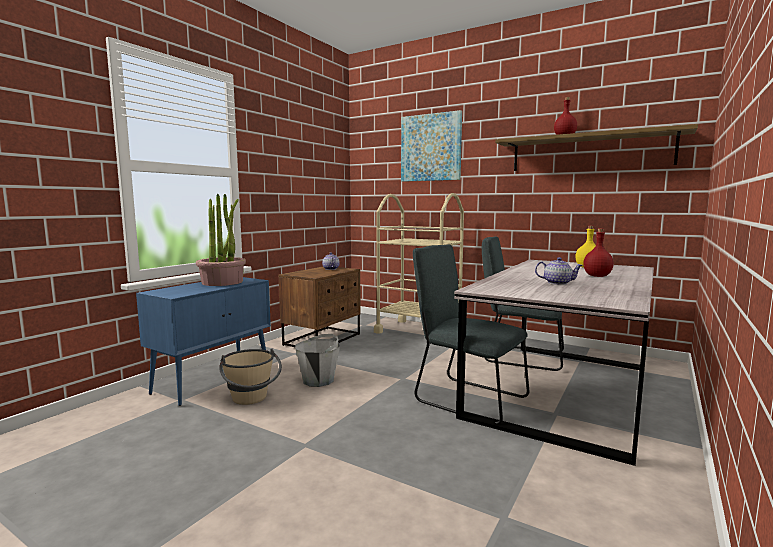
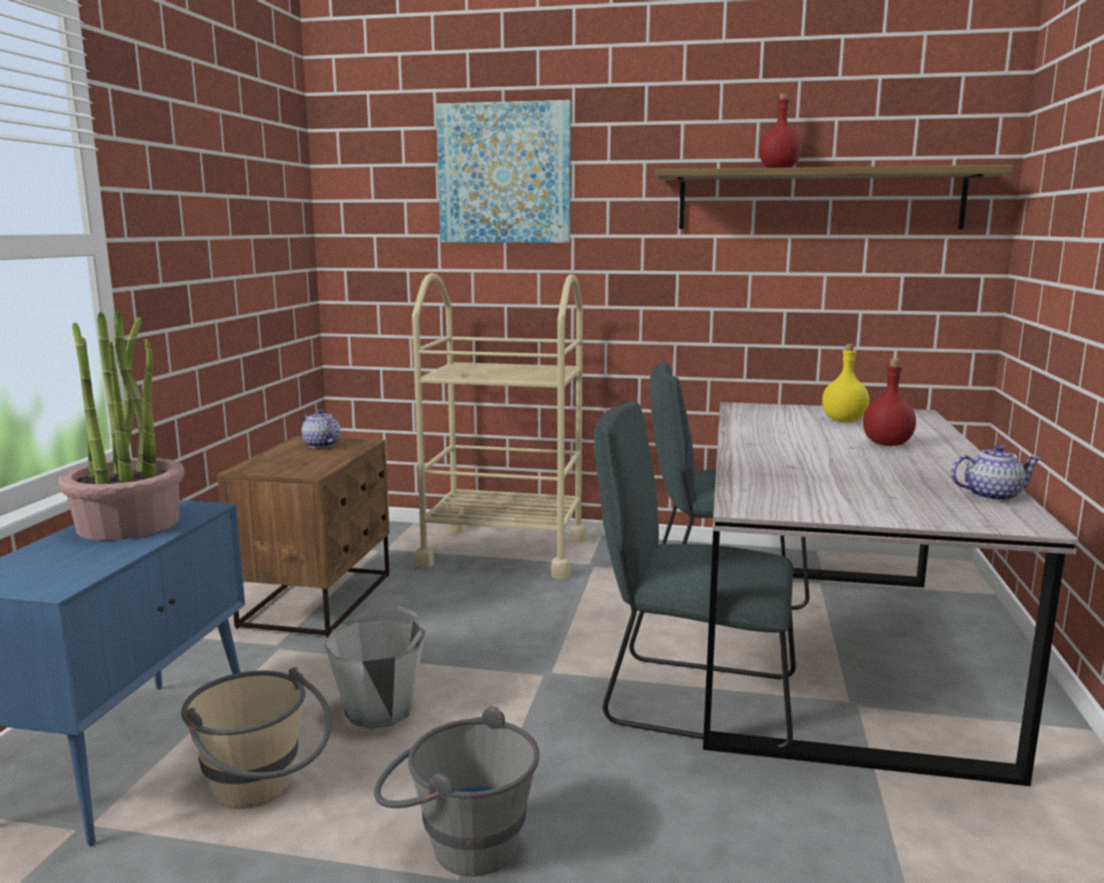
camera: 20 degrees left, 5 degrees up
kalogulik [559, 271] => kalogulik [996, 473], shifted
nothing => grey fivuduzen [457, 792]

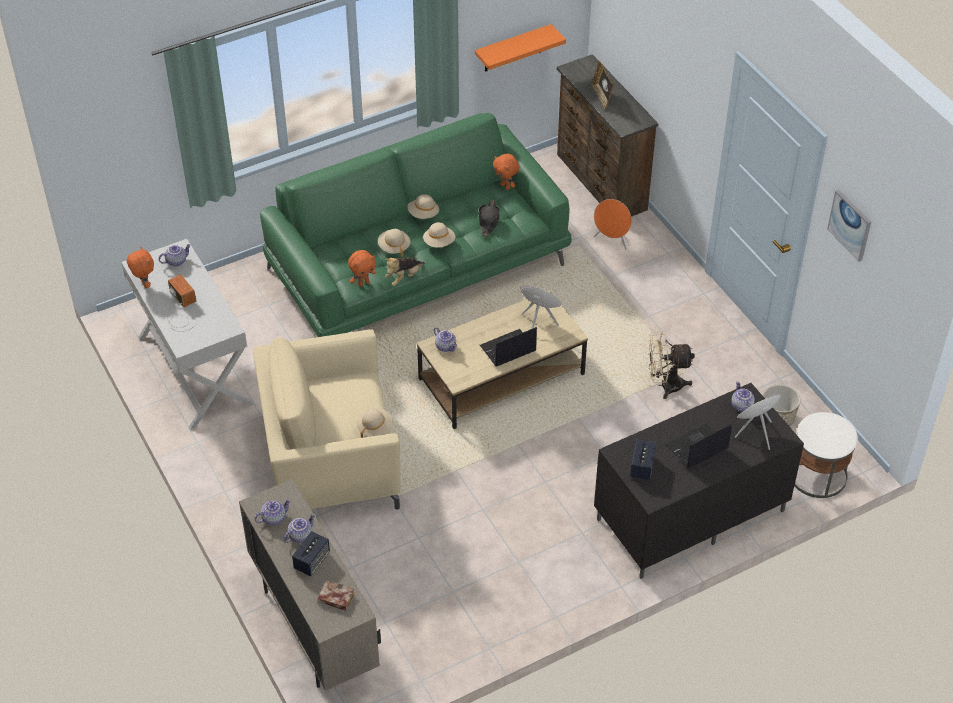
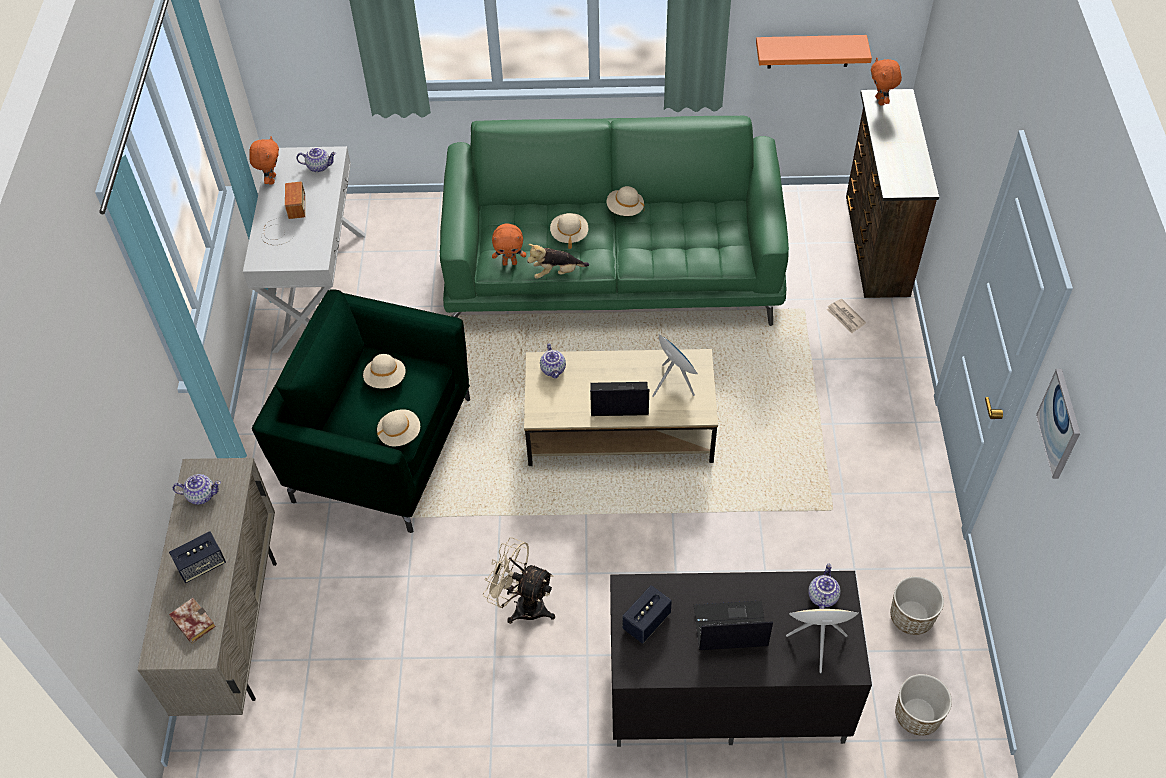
camera: 30 degrees right, 5 degrees up
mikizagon [602, 85] => nothing
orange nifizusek [506, 172] => orange nifizusek [886, 81], shifted
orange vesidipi [612, 224] => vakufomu [846, 316]
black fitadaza [489, 218] => nothing
beige fitadaza [439, 234] => beige fitadaza [384, 371], shifted
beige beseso [327, 419] => green beseso [361, 411]
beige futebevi [671, 365] => beige futebevi [519, 580], shifted
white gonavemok [826, 455] => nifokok [923, 705]
kalogulik [299, 528] => nothing

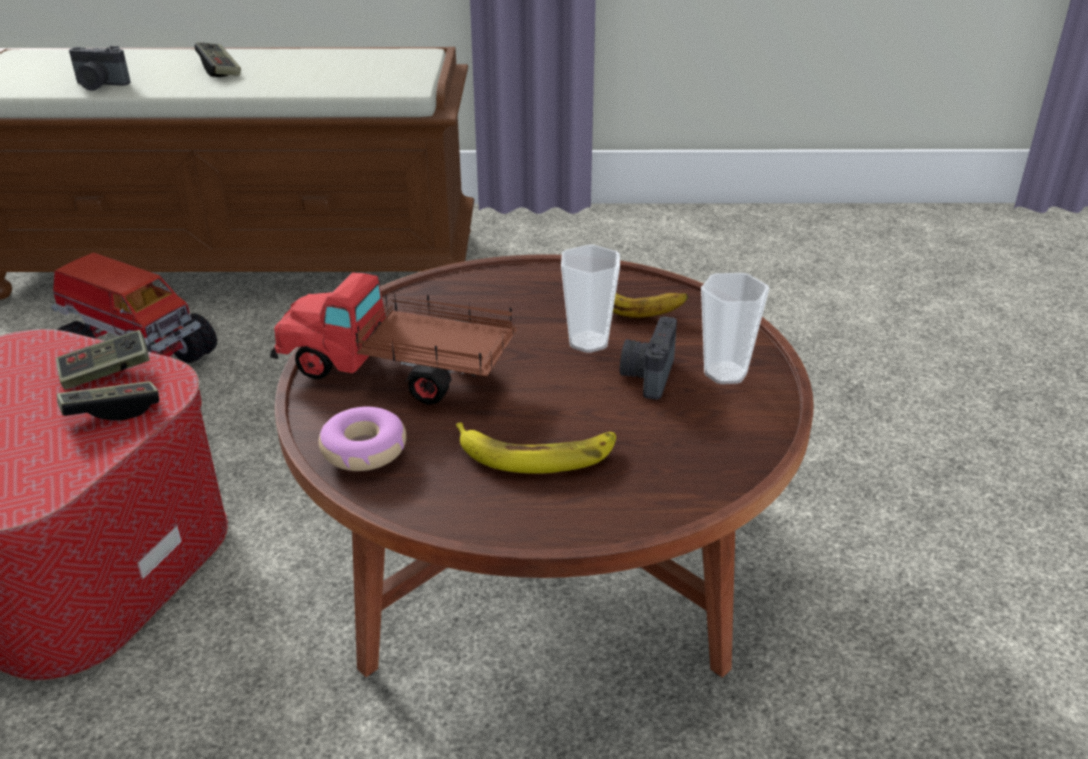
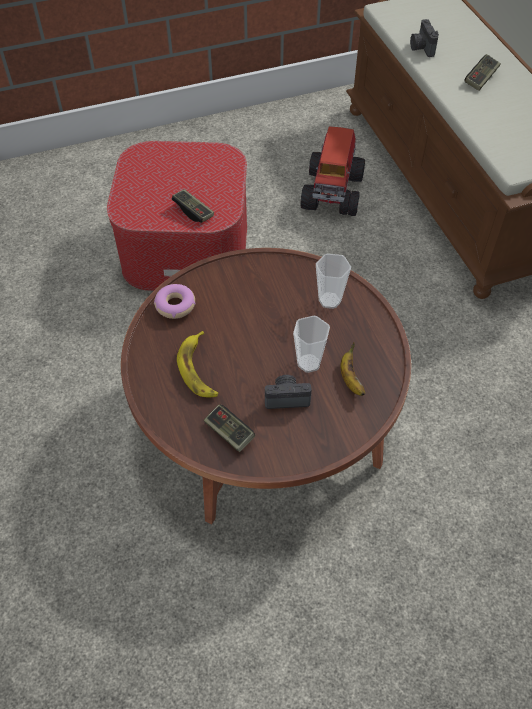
camera: 70 degrees right, 20 degrees up
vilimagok [393, 339] => nothing
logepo [735, 328] => logepo [333, 281], shifted
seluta [103, 360] => seluta [229, 428], shifted

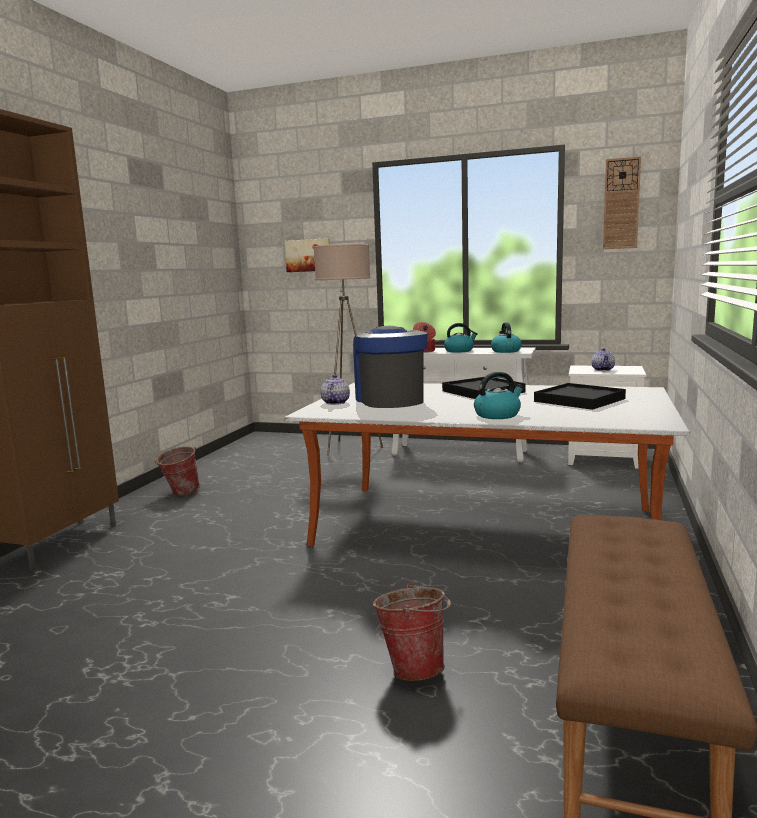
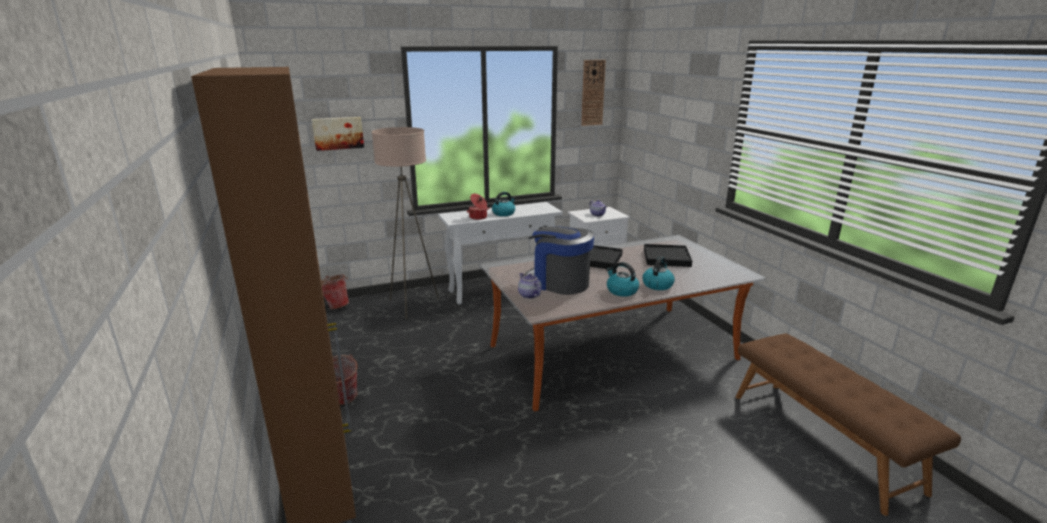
camera: 40 degrees left, 10 degrees up
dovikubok [506, 337] => dovikubok [622, 279], shifted
fivuduzen [412, 631] => fivuduzen [335, 292], shifted

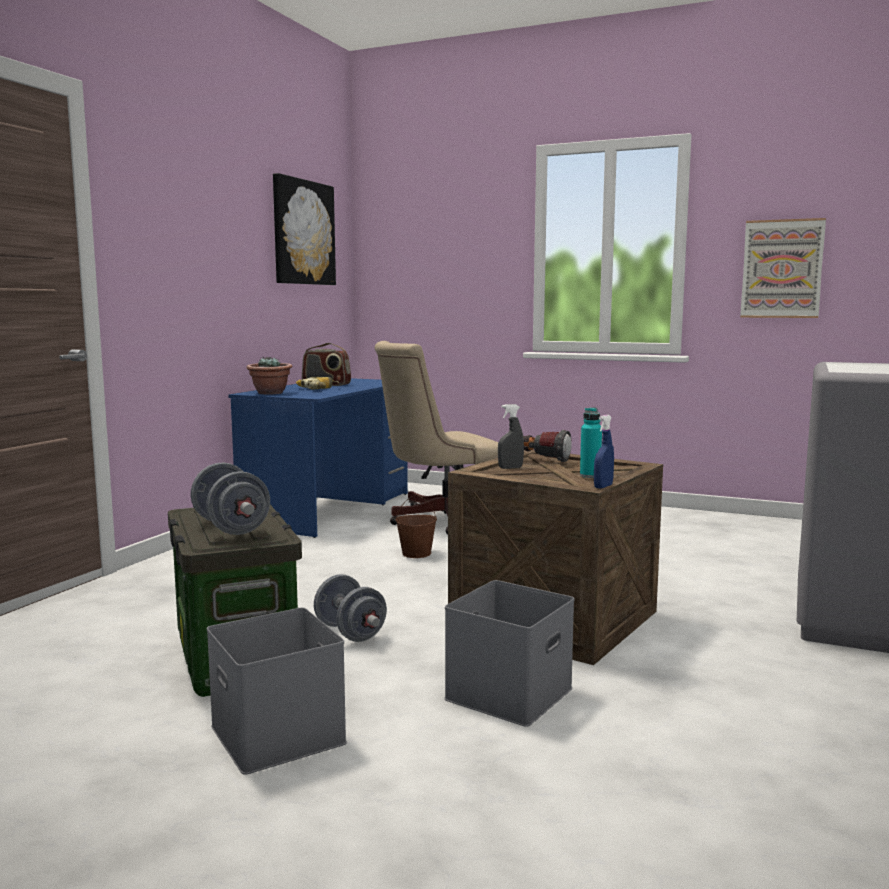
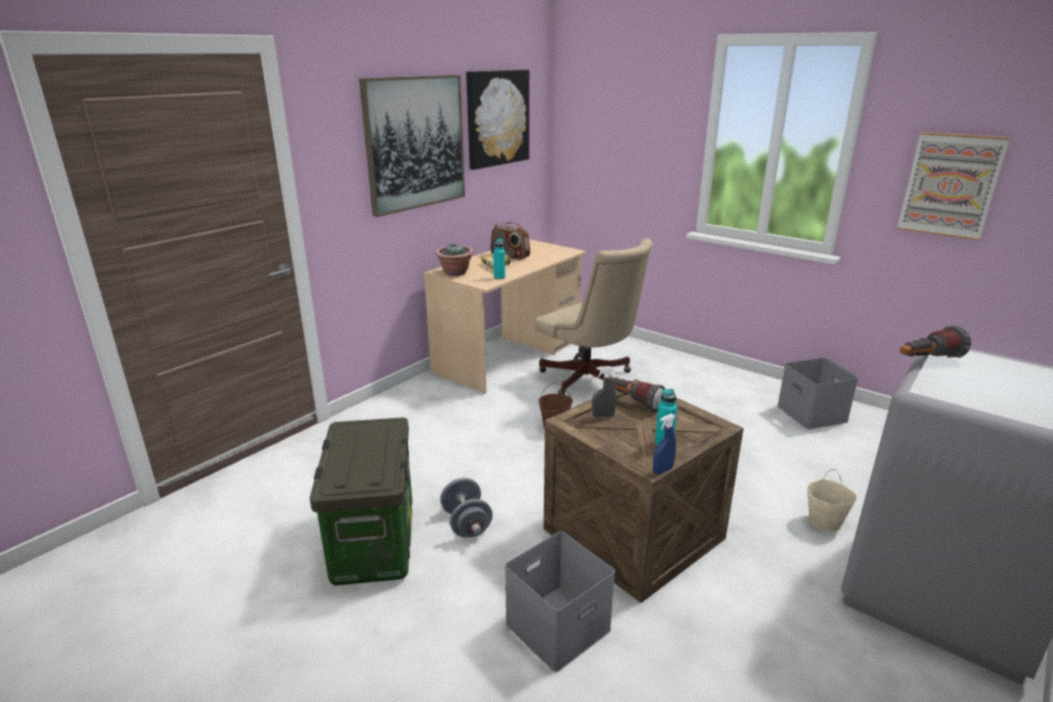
camera: 15 degrees right, 15 degrees up
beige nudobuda [436, 437] => beige nudobuda [594, 316], 120 degrees counterclockwise
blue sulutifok [318, 458] => beige sulutifok [504, 316]
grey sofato [230, 499] => nothing
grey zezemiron [277, 691] => grey zezemiron [817, 393], shifted
nothing => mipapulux [412, 146]
nothing => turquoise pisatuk [499, 259]
nothing => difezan [935, 342]
nothing => beige fivuduzen [832, 500]

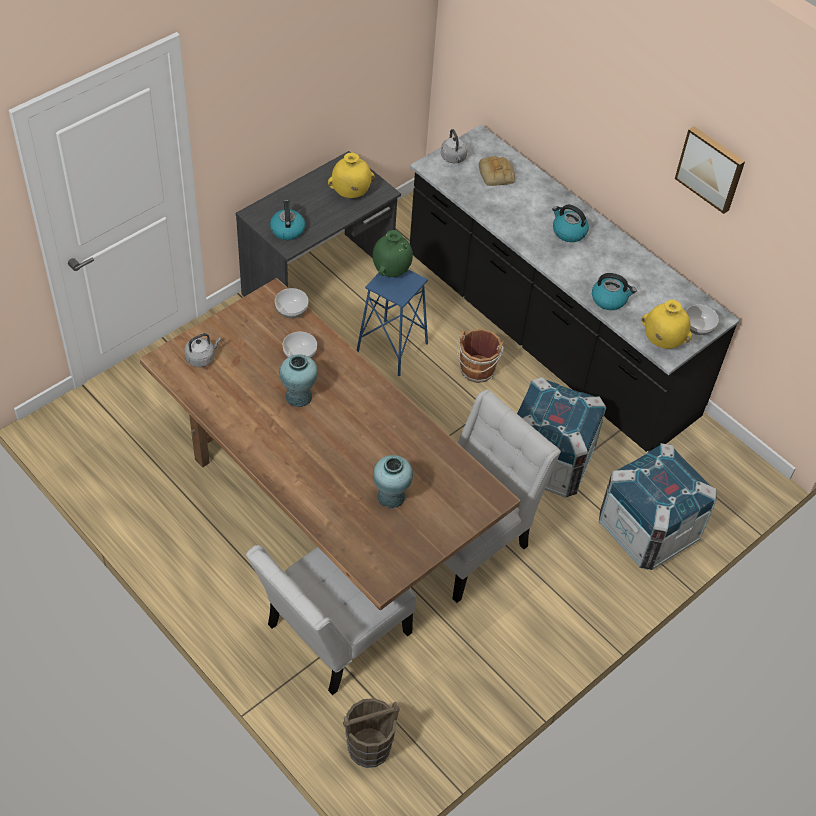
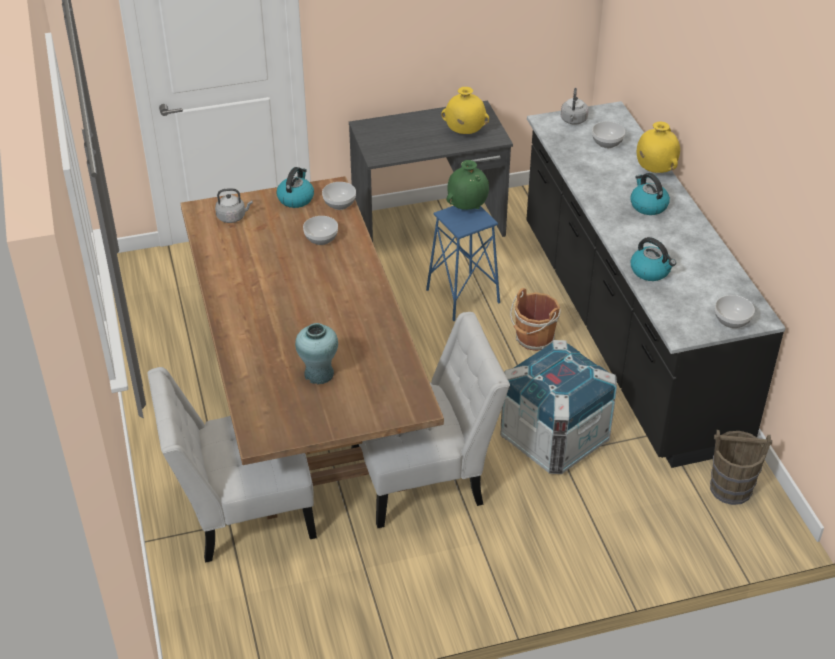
camera: 30 degrees right, 10 degrees down
mipapulux [710, 170] => nothing
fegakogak [497, 171] => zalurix [608, 134]
dovikubok [287, 220] => dovikubok [295, 187], shifted
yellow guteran [666, 324] => yellow guteran [658, 147], shifted
turquoise guteran [298, 380] => nothing
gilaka [658, 506] => nothing
brown fivuduzen [371, 733] => brown fivuduzen [741, 467], shifted

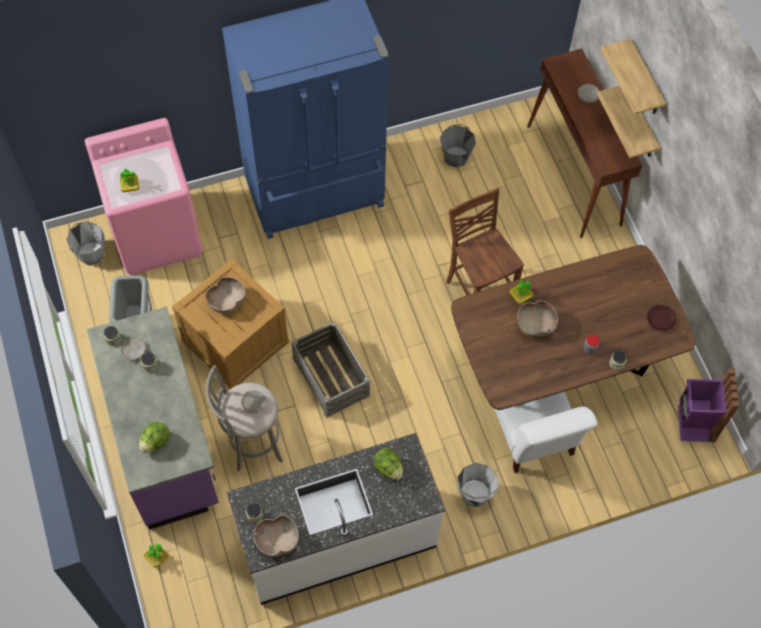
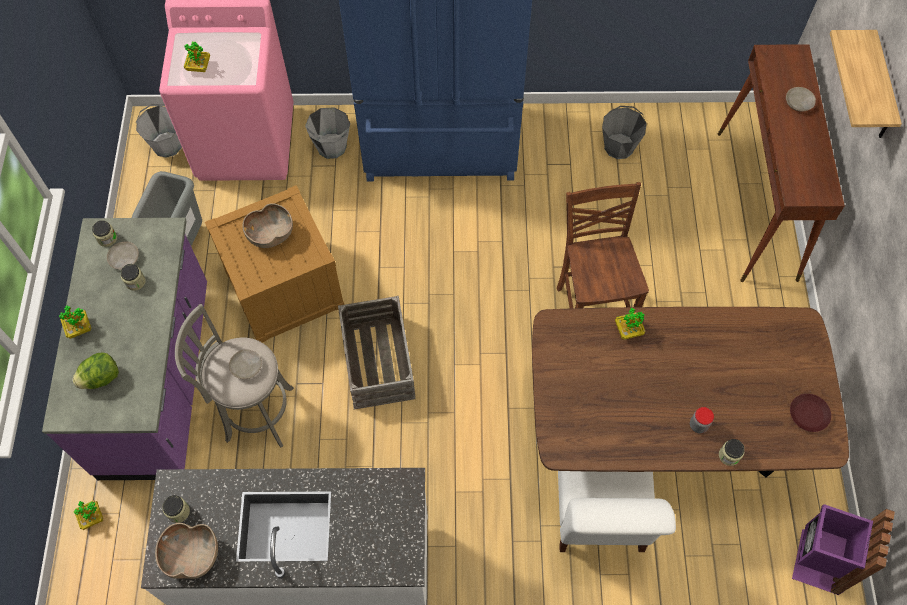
camera: 20 degrees right, 0 degrees up
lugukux [629, 122] => nothing
brown zalurix [537, 318] => nothing
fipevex [388, 464] => nothing
grey fivuduzen [478, 485] => grey fivuduzen [327, 133], shifted
nothing => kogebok [75, 322]

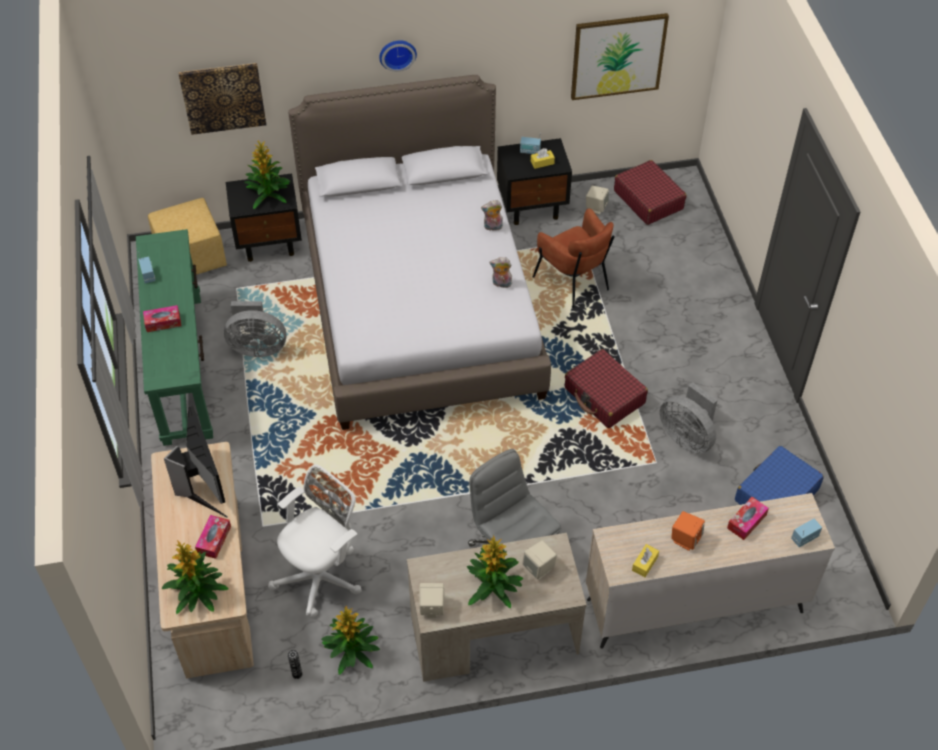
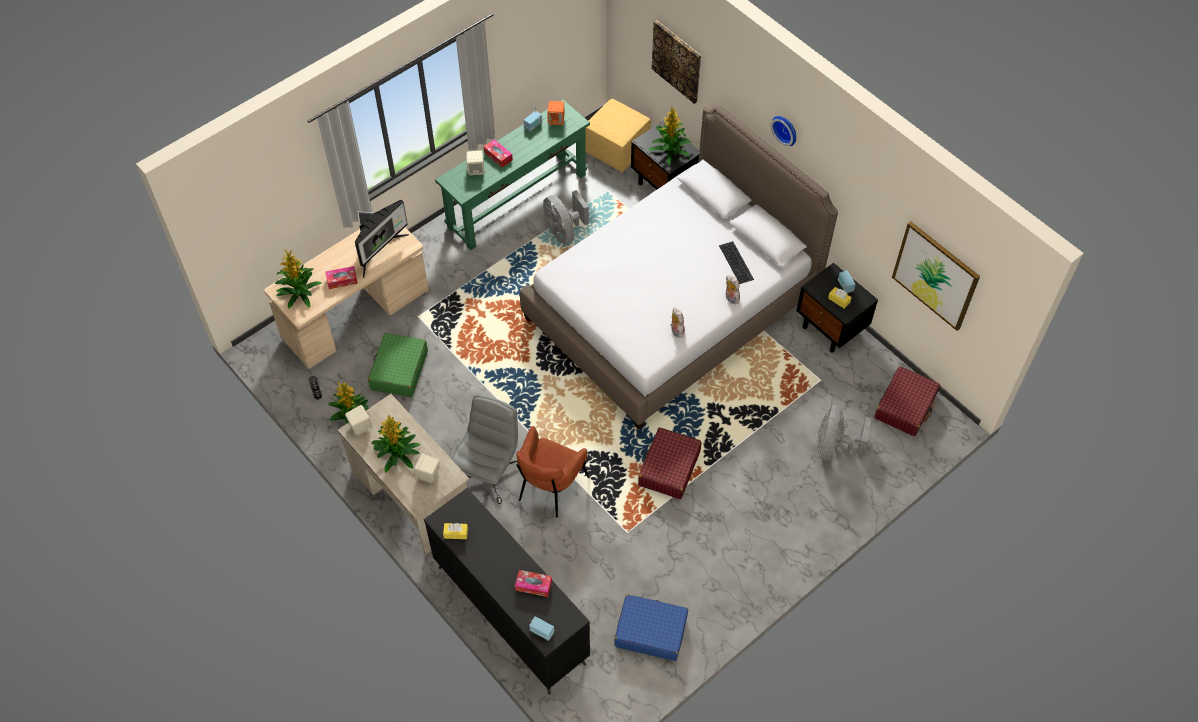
camera: 60 degrees right, 5 degrees up
beige vesidipi [597, 200] => beige vesidipi [475, 162], shifted
brown beseso [574, 258] => brown beseso [553, 472], shifted
grey futebevi [689, 418] => grey futebevi [844, 433], shifted
white nudobuda [315, 541] => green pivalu [398, 365]
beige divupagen [710, 571] => black divupagen [507, 591]
orange vesidipi [688, 531] => orange vesidipi [555, 113], shifted
nothing => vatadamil [736, 262]

